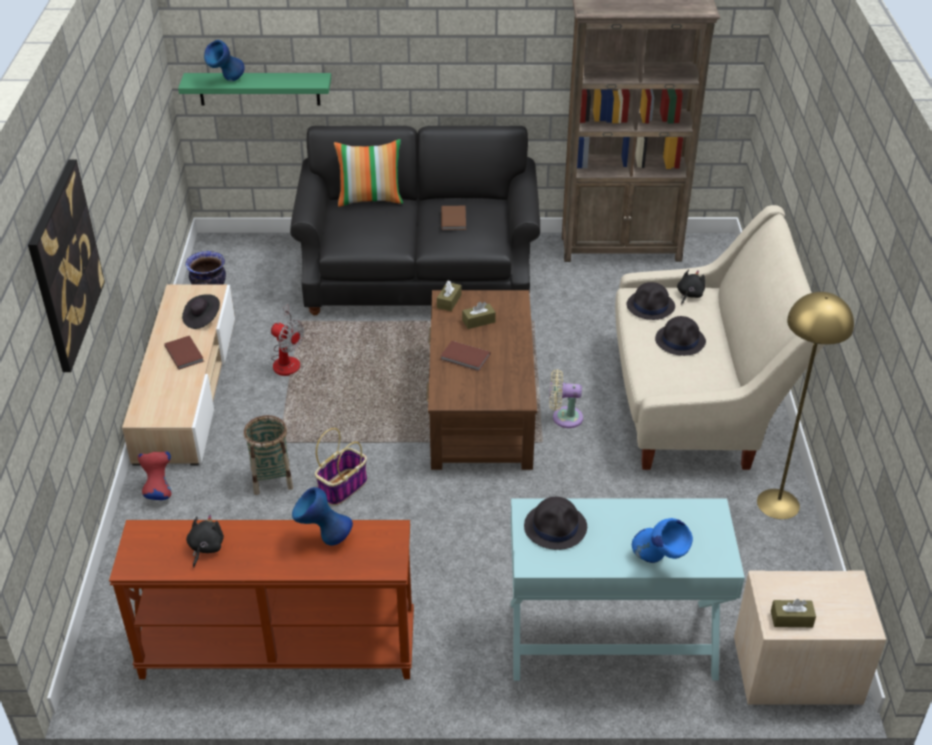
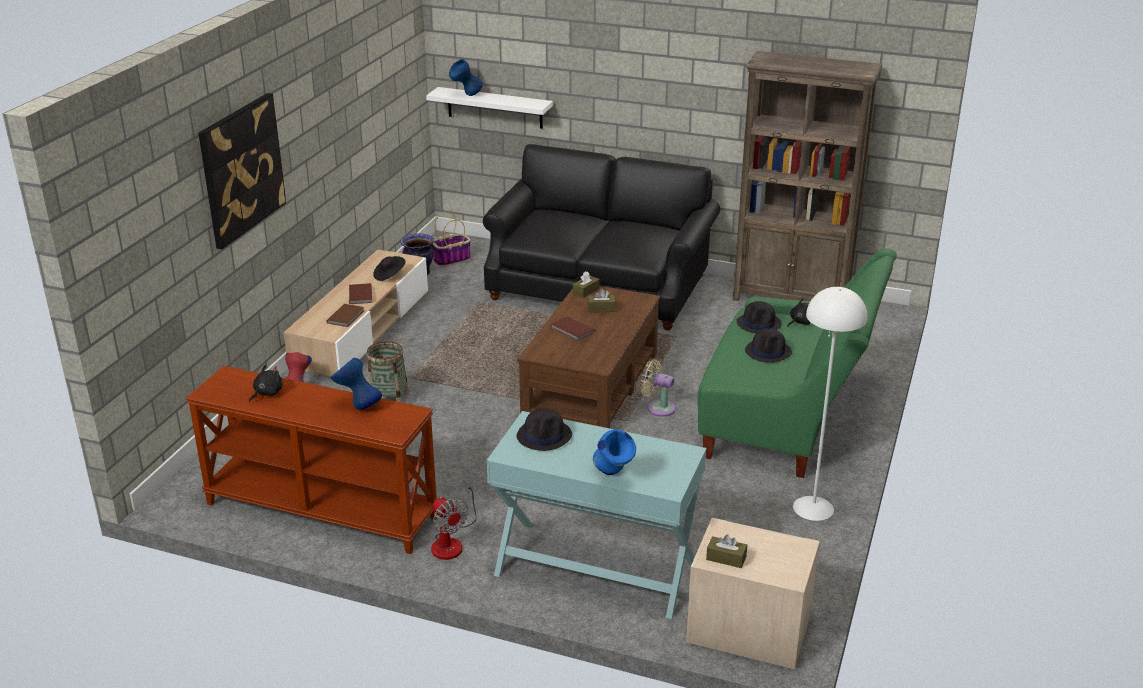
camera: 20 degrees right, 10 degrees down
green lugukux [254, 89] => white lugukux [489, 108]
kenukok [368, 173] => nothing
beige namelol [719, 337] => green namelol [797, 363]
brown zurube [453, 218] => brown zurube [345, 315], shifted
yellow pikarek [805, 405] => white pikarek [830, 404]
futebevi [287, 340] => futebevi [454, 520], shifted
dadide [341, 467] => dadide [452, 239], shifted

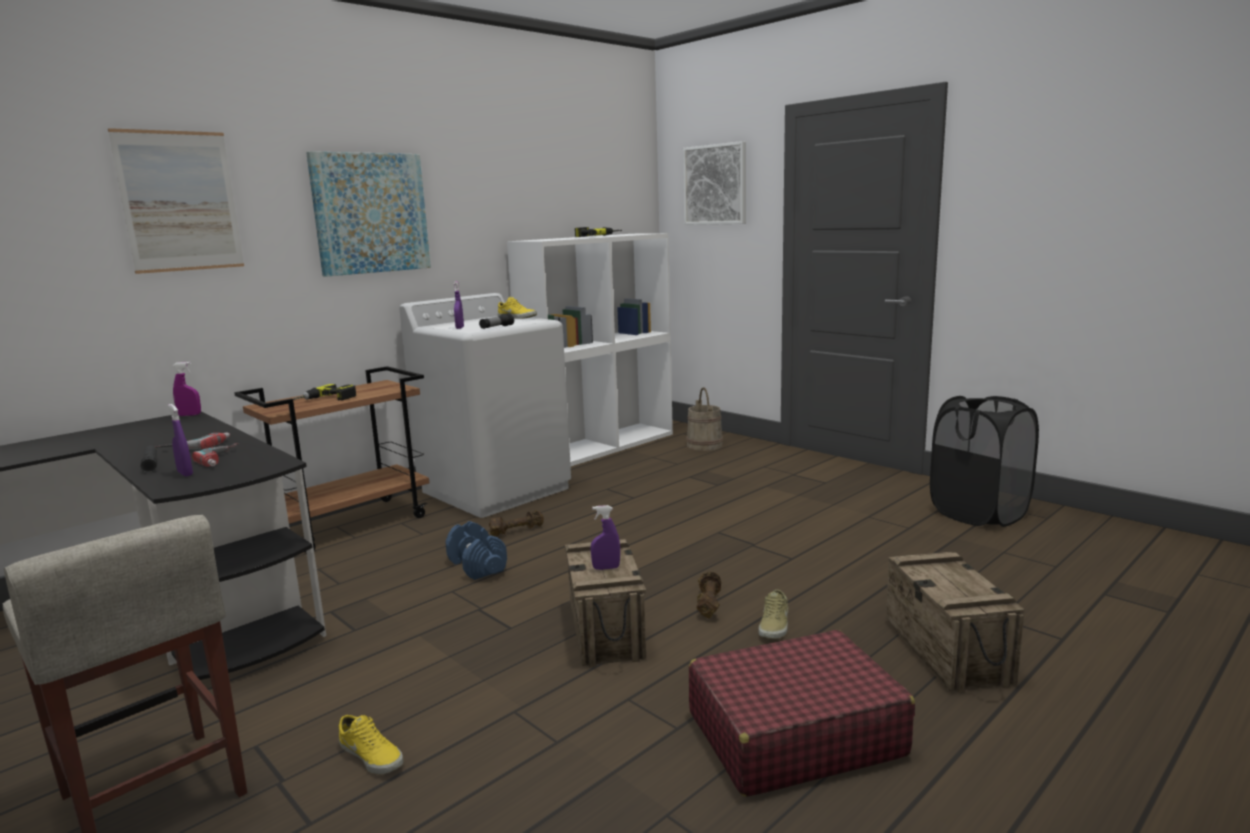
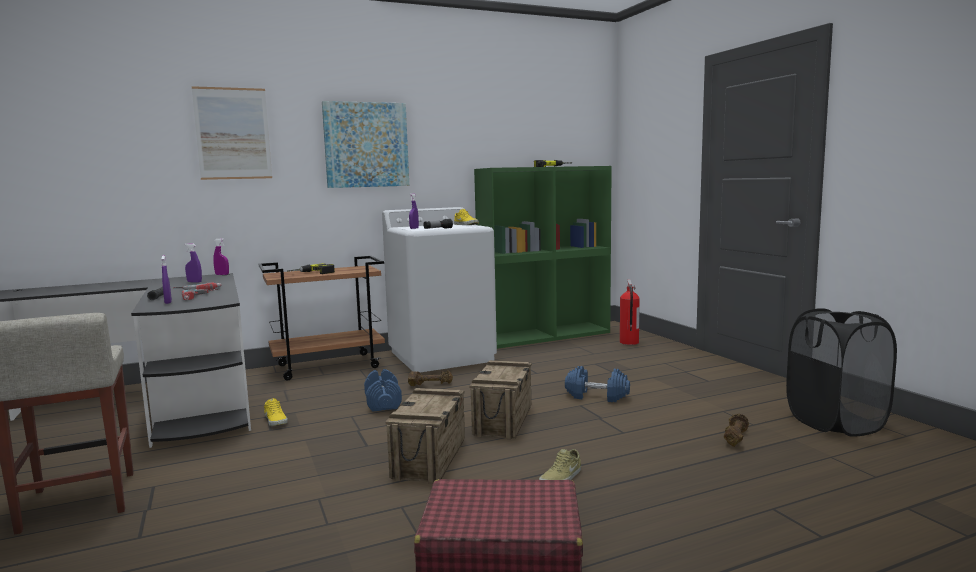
camera: 20 degrees right, 5 degrees down
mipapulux [714, 183] => nothing
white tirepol [590, 349] => green tirepol [543, 257]
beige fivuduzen [704, 419] => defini [630, 312]
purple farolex [605, 537] => purple farolex [193, 262], shifted
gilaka [955, 622] => gilaka [501, 399], shifted
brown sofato [709, 595] => brown sofato [736, 430], shifted
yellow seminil [371, 744] => yellow seminil [276, 412], shifted
nothing => blue sofato [597, 384]

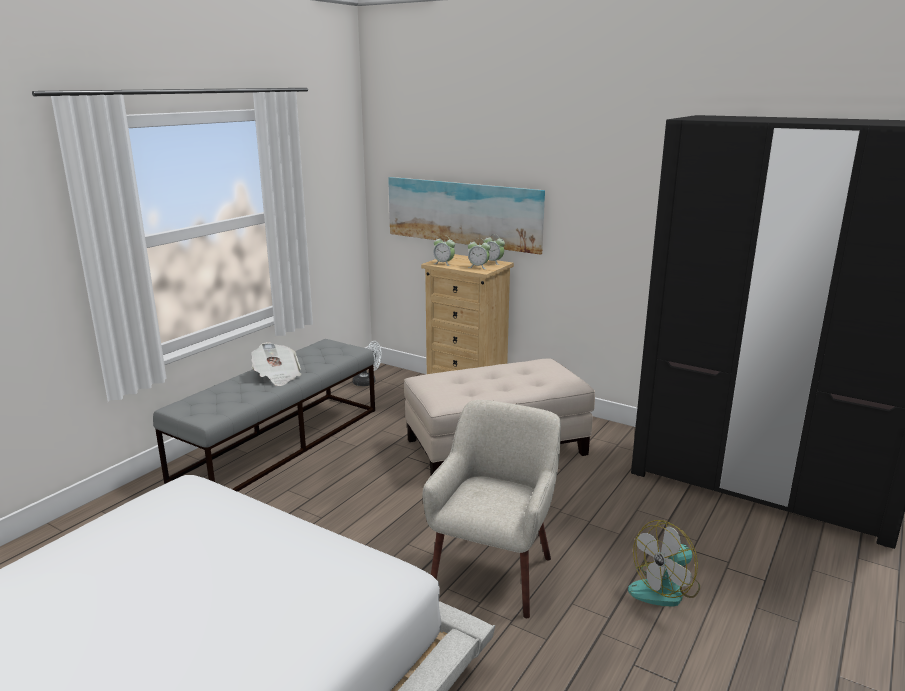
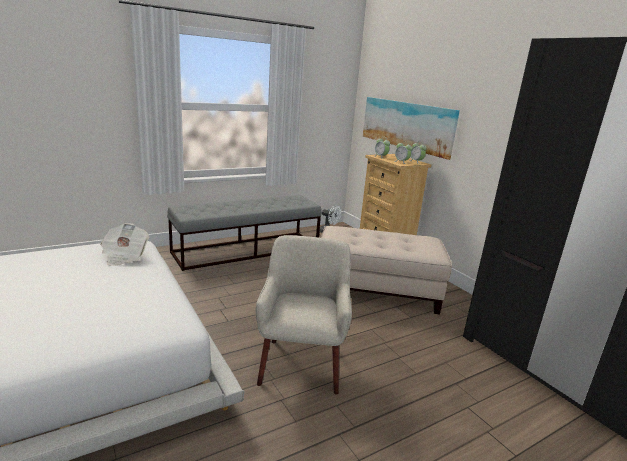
camera: 25 degrees right, 0 degrees up
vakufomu [276, 364] => vakufomu [125, 244], shifted
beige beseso [492, 509] => beige beseso [304, 314], 45 degrees counterclockwise
futebevi [664, 563] => nothing

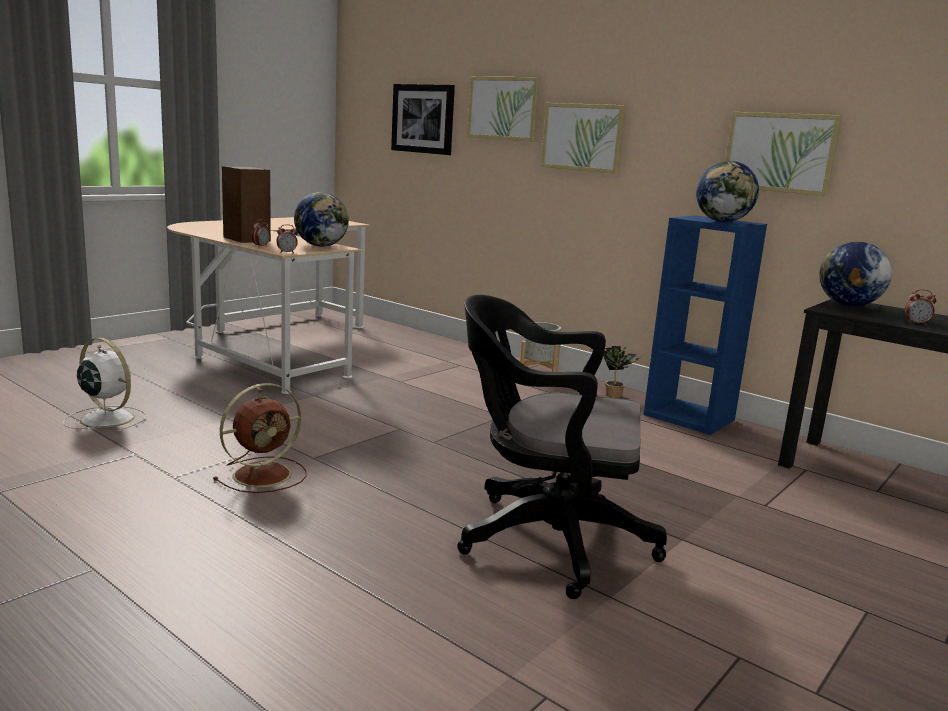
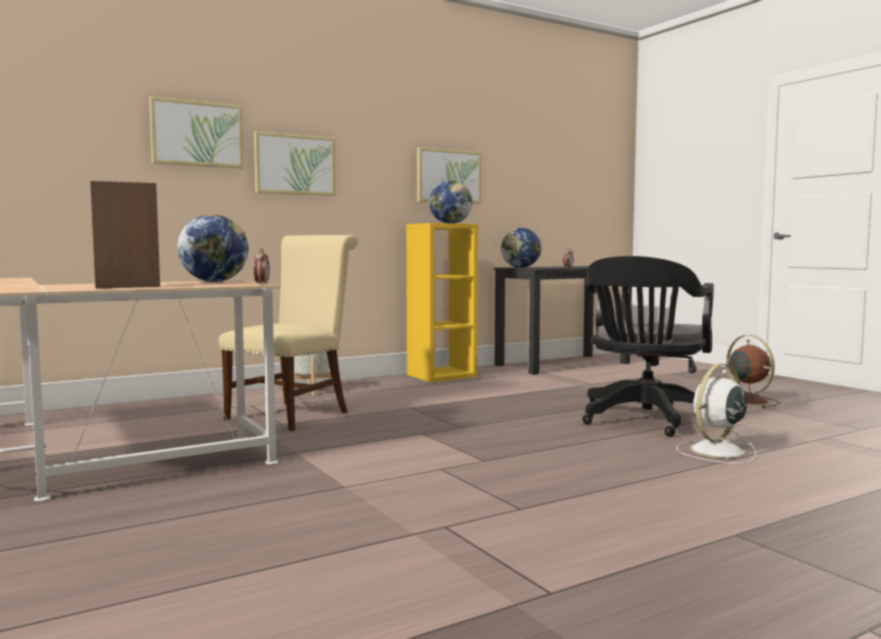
camera: 70 degrees left, 10 degrees down
mipapulux [423, 119] => nothing
blue tirepol [705, 325] => yellow tirepol [442, 302]
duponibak [260, 233] => nothing
white futebevi [105, 385] => white futebevi [716, 413], shifted
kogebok [622, 372] => nothing
brown futebevi [259, 438] => brown futebevi [753, 371], shifted
nothing => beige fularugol [289, 333]

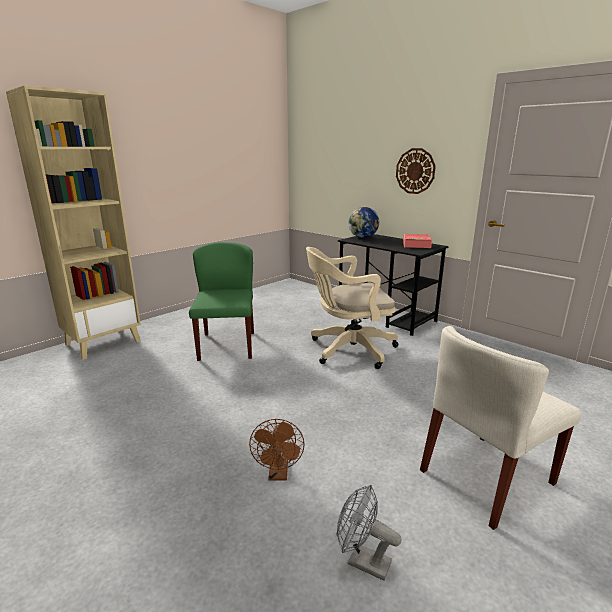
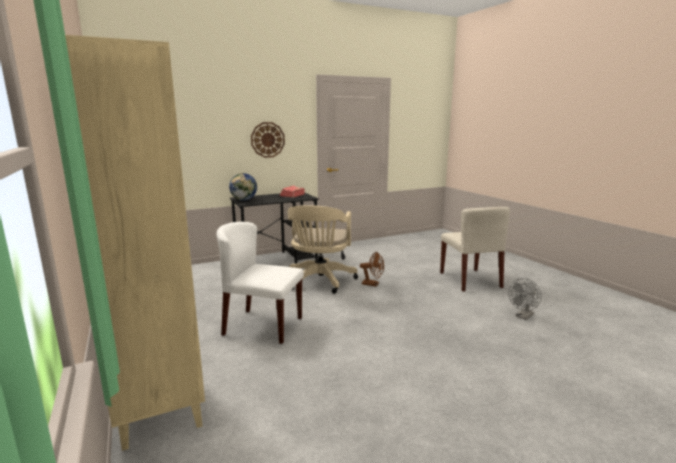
camera: 70 degrees left, 5 degrees down
green fularugol [221, 301] => white fularugol [260, 283]
brown futebevi [277, 450] => brown futebevi [372, 269], shifted

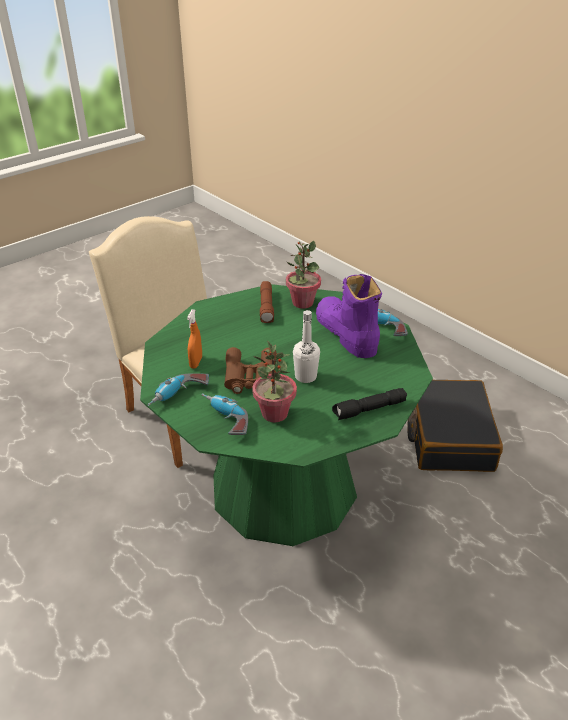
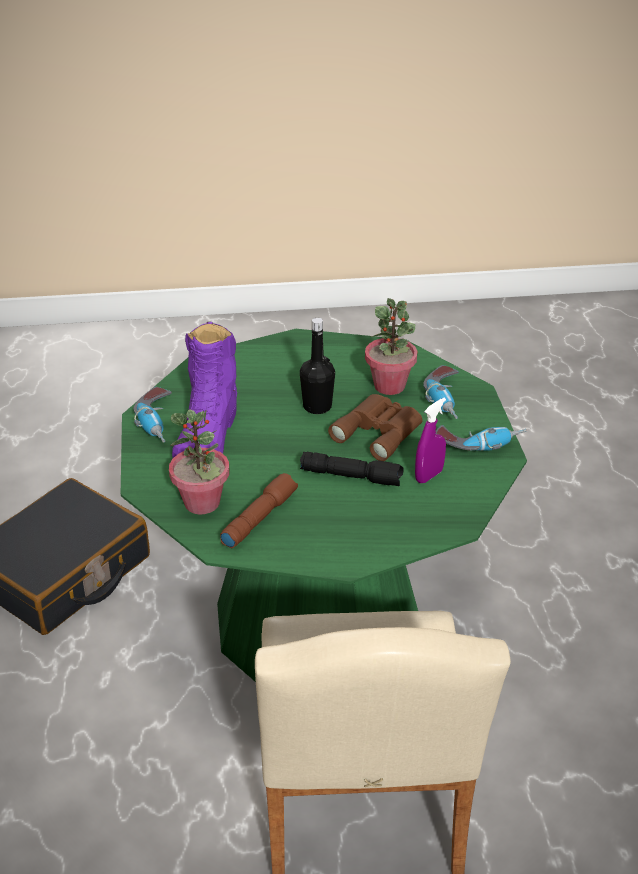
camera: 145 degrees left, 0 degrees up
orange farolex [194, 339] => purple farolex [430, 440]
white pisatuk [306, 346] => black pisatuk [317, 366]
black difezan [369, 404] => black difezan [352, 469], shifted

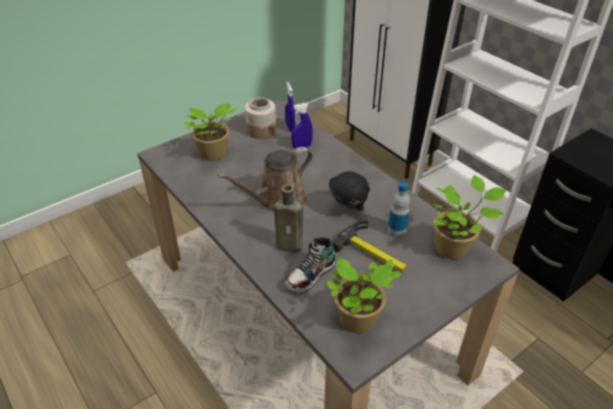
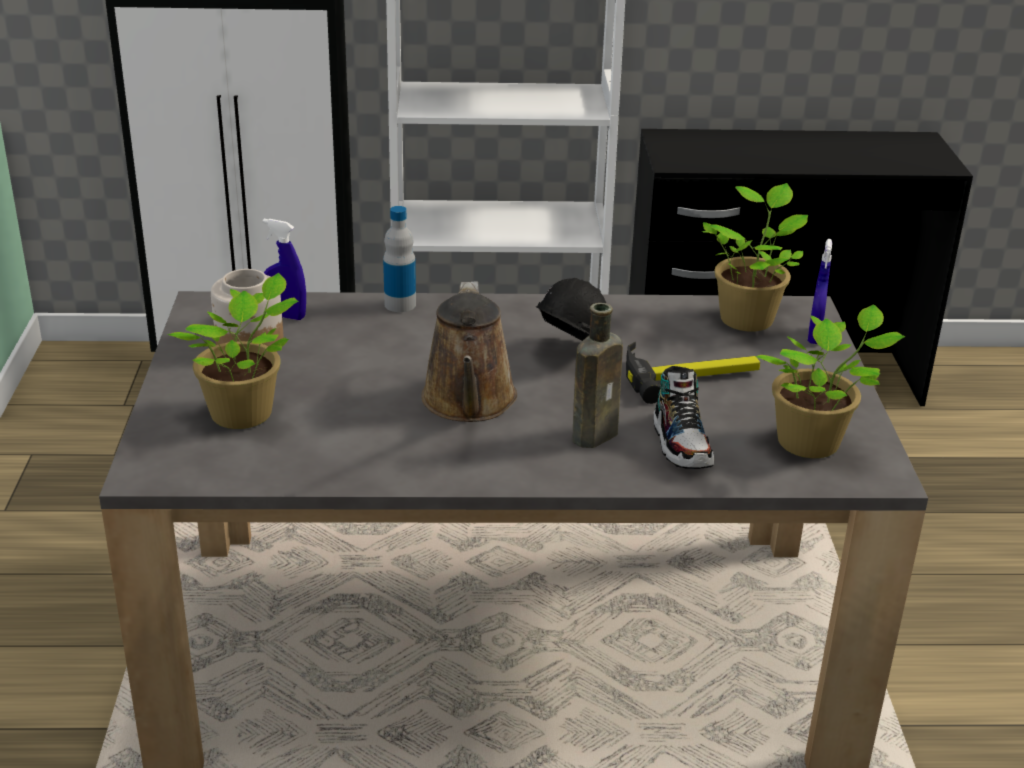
camera: 55 degrees left, 10 degrees down
blue farolex [302, 126] => blue farolex [820, 291], shifted
pisatuk [399, 210] => pisatuk [399, 259], shifted

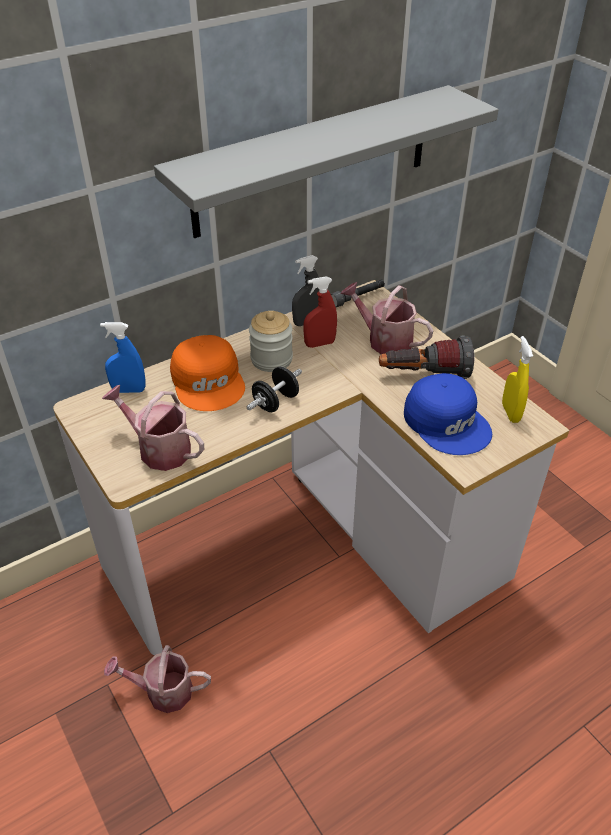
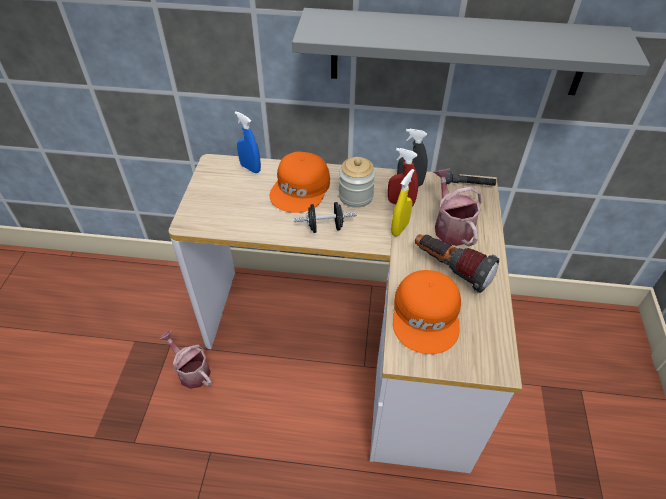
camera: 40 degrees right, 5 degrees up
yellow farolex [517, 379] => yellow farolex [402, 202], shifted
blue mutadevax [448, 414] => orange mutadevax [427, 312]
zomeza [153, 428] => nothing

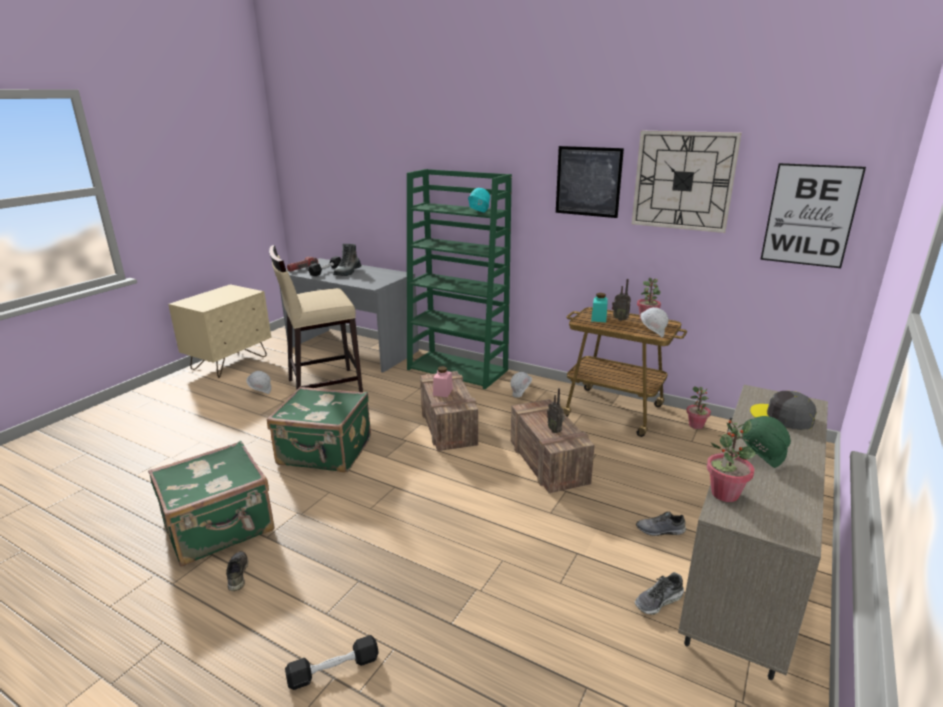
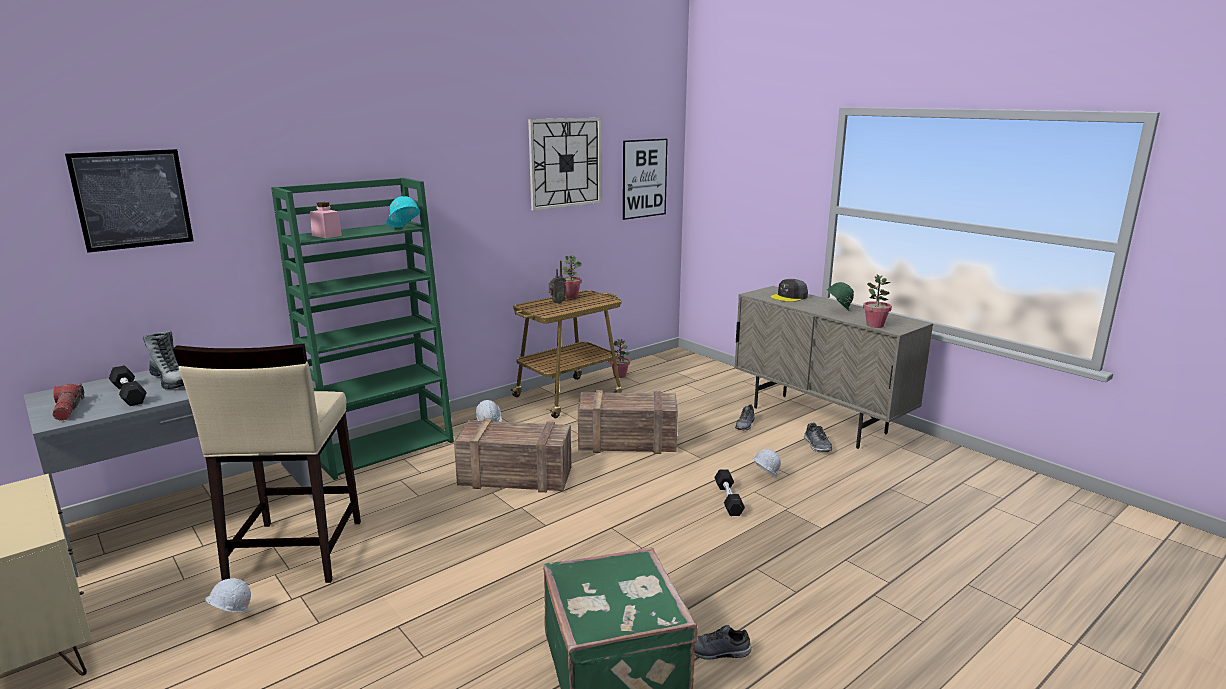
camera: 70 degrees left, 5 degrees down
mipapulux [590, 182] => mipapulux [129, 201], shifted
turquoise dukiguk [599, 307] => nothing
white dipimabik [654, 322] => white dipimabik [767, 463], shifted
pink dukiguk [443, 381] => pink dukiguk [326, 220], shifted
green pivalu [319, 429] => nothing
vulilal [556, 410] => nothing
black sofato [332, 662] => black sofato [729, 492], shifted

